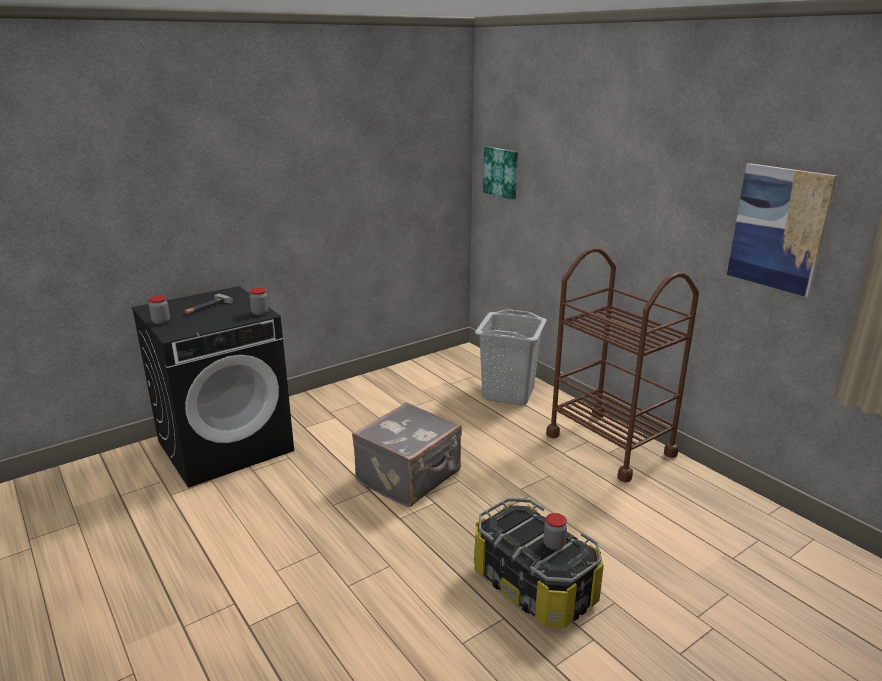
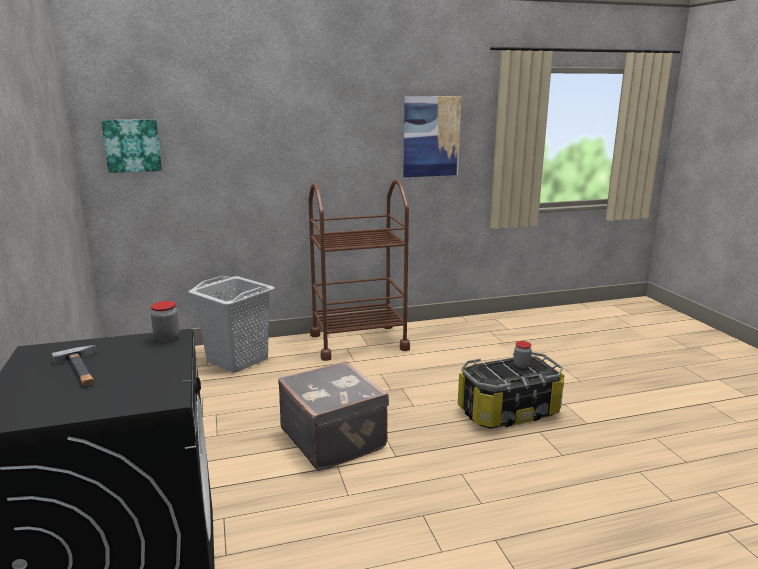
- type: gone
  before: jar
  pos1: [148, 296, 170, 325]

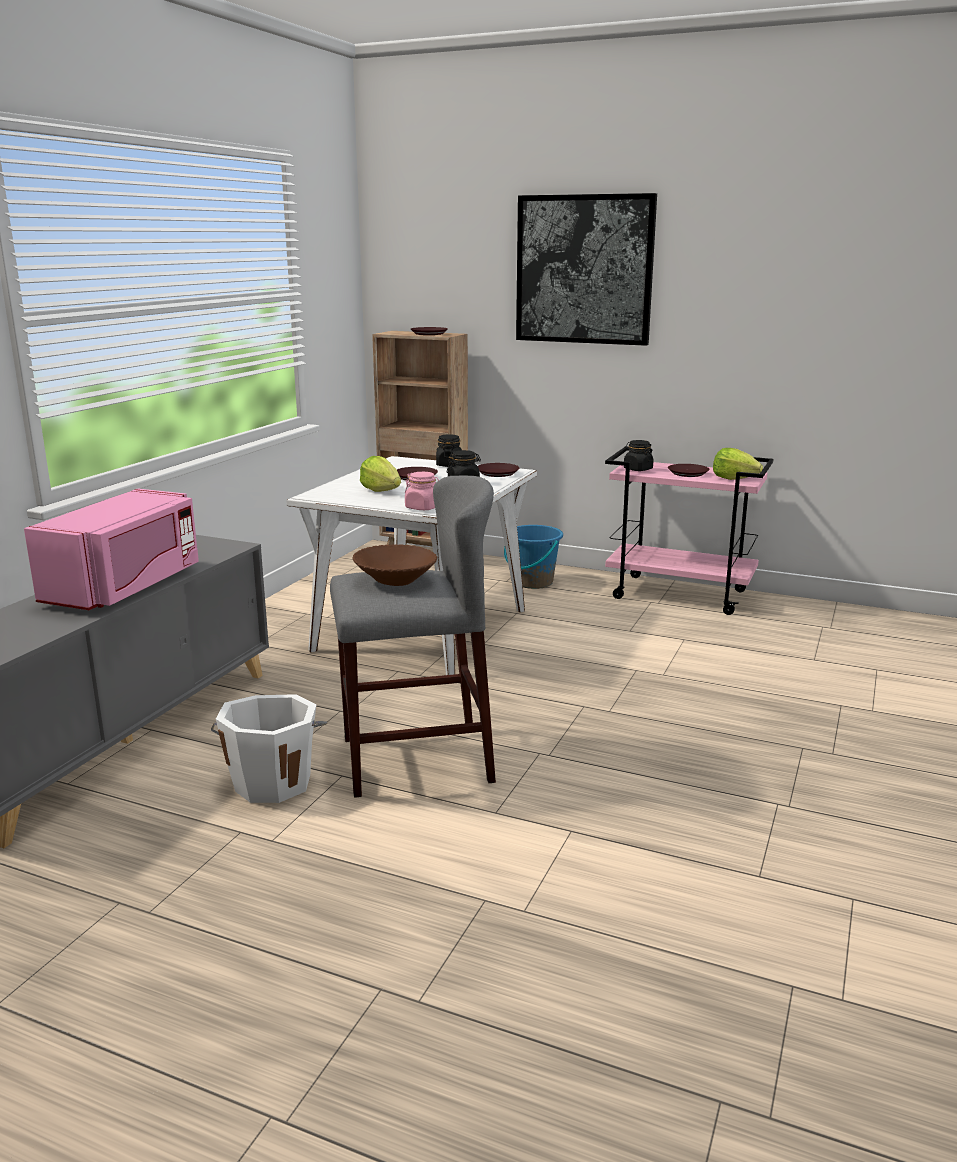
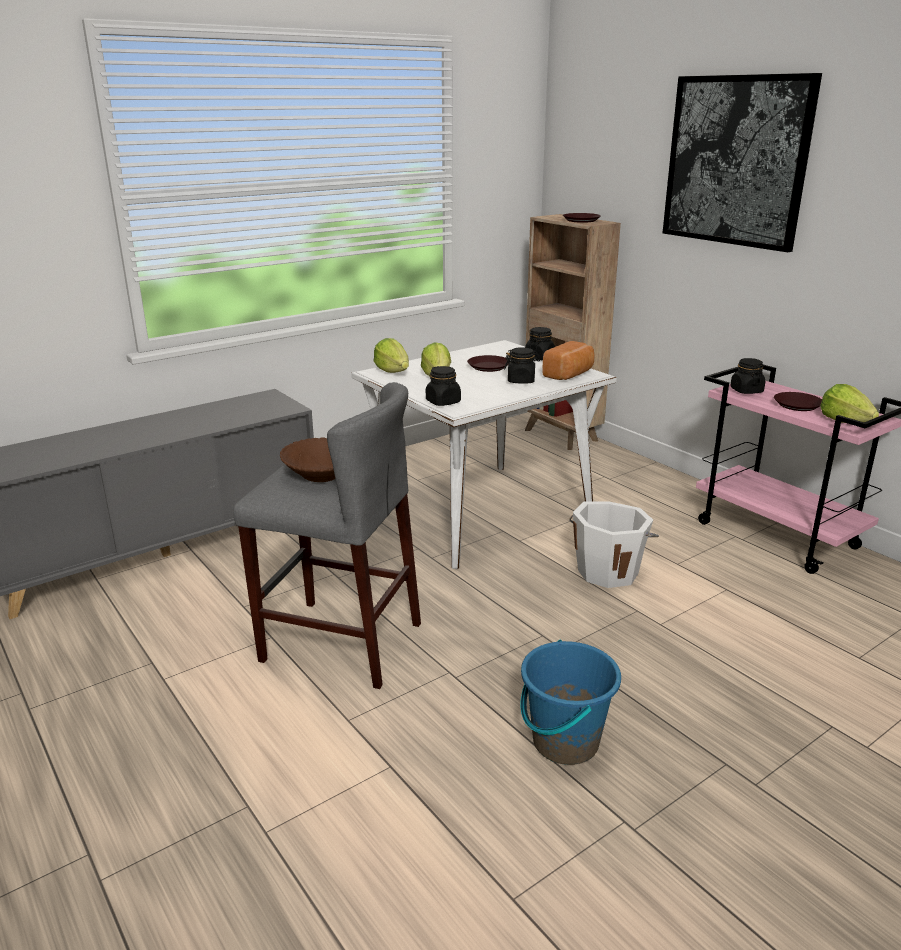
- type: gone
  before: pink microwave
  pos1: [24, 489, 199, 610]
- type: shifted
  before: white bucket
  pos1: [211, 694, 327, 803]
  pos2: [569, 501, 659, 588]
- type: repainted
  before: pink jar
  after: black jar
  pos1: [405, 472, 439, 510]
  pos2: [426, 366, 461, 406]
- type: swapped
  before: brown plate
  after: bread
  pos1: [478, 463, 519, 477]
  pos2: [542, 341, 594, 380]
- type: shifted
  before: blue bucket
  pos1: [504, 525, 563, 589]
  pos2: [521, 639, 621, 765]
- type: new
  after: lettuce
  pos2: [374, 338, 409, 373]

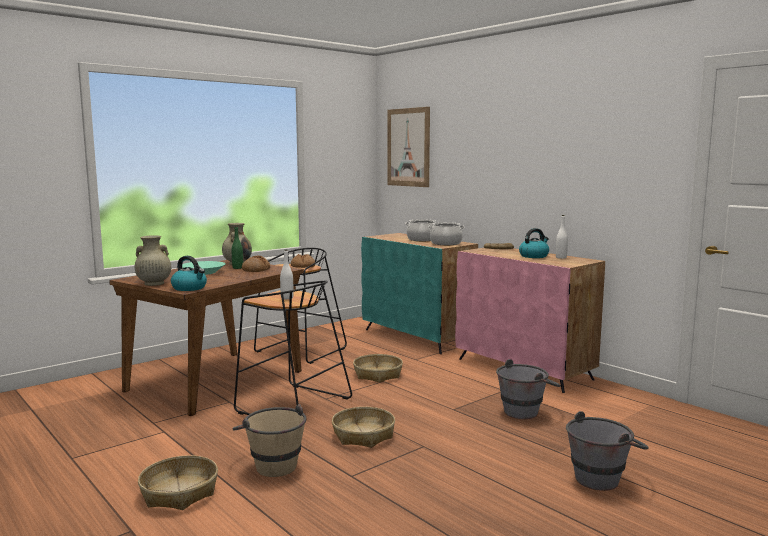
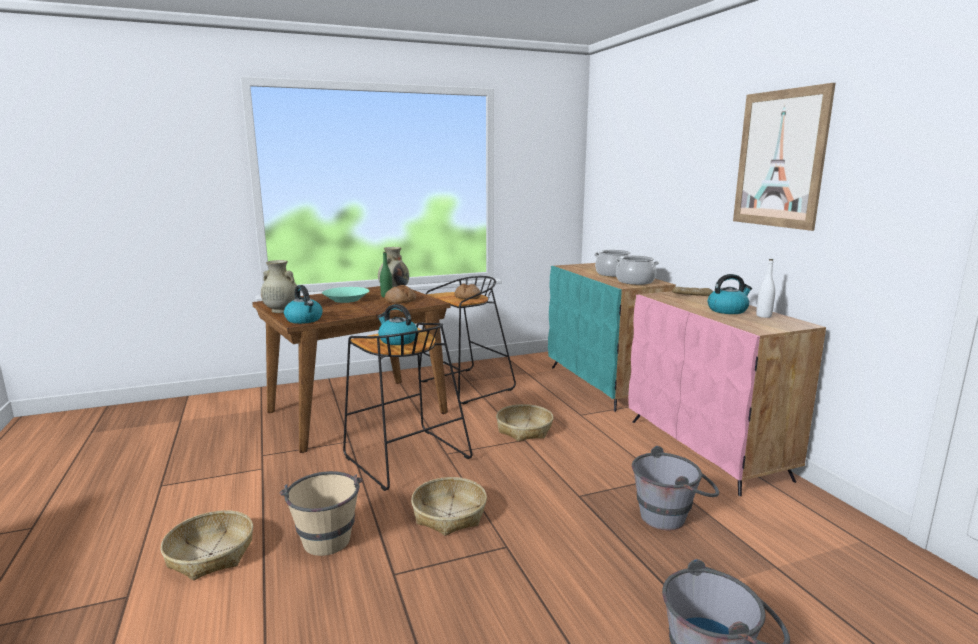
- type: swapped
  before: white bottle
  after: kettle
  pos1: [280, 249, 293, 299]
  pos2: [378, 304, 418, 345]
- type: shifted
  before: picture
  pos1: [388, 107, 430, 187]
  pos2: [733, 83, 836, 231]

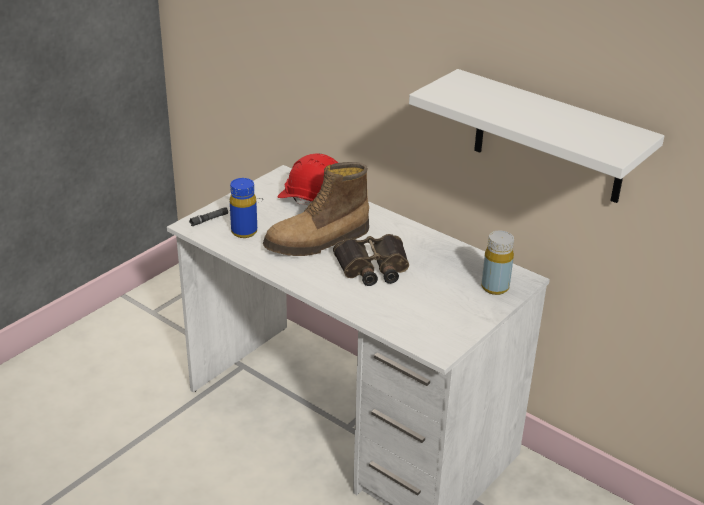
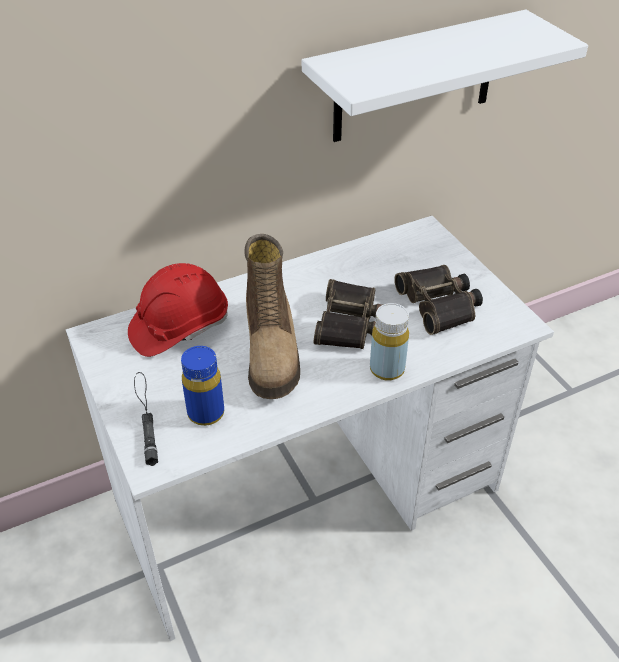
- type: shifted
  before: yellow bottle
  pos1: [481, 231, 514, 295]
  pos2: [370, 303, 409, 381]
- type: new
  after: binoculars
  pos2: [394, 265, 483, 335]

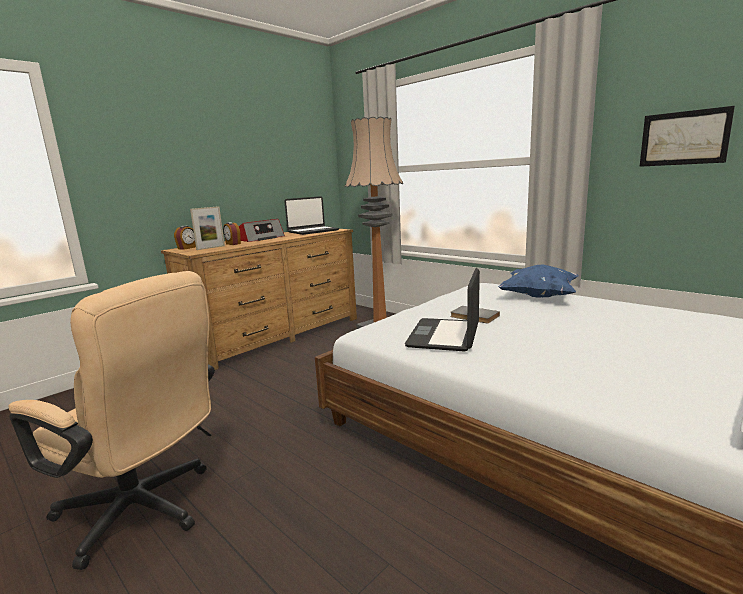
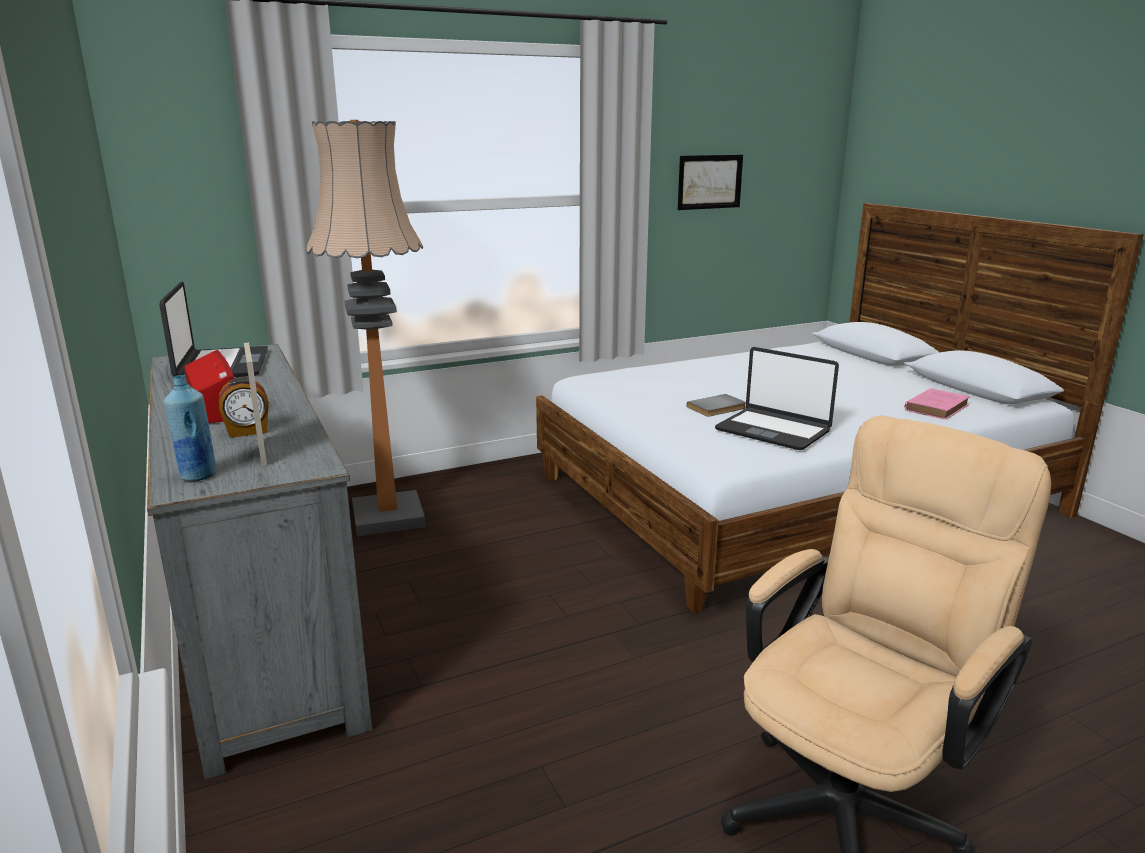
- type: repainted
  before: brown dresser
  after: grey dresser
  pos1: [161, 229, 357, 370]
  pos2: [147, 344, 372, 780]
- type: swapped
  before: alarm clock
  after: blue bottle
  pos1: [174, 226, 196, 250]
  pos2: [164, 375, 217, 481]
- type: gone
  before: blue pillow
  pos1: [498, 264, 579, 298]
- type: new
  after: pink book
  pos2: [905, 388, 970, 420]

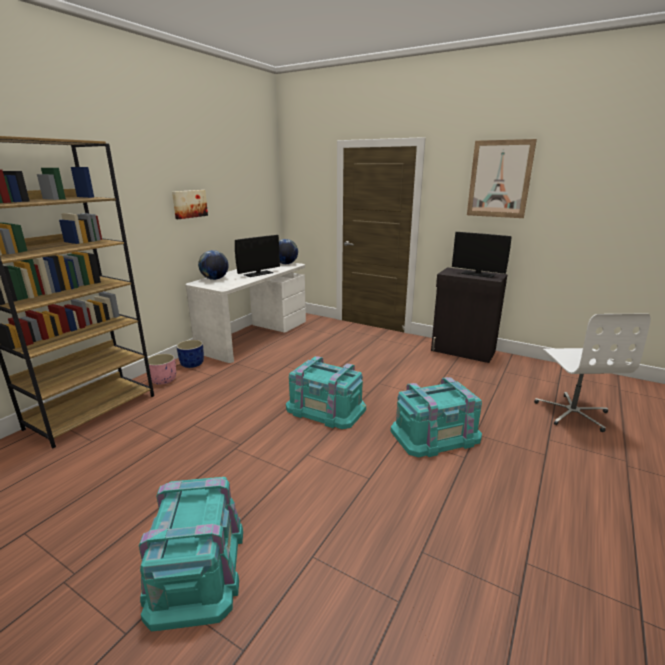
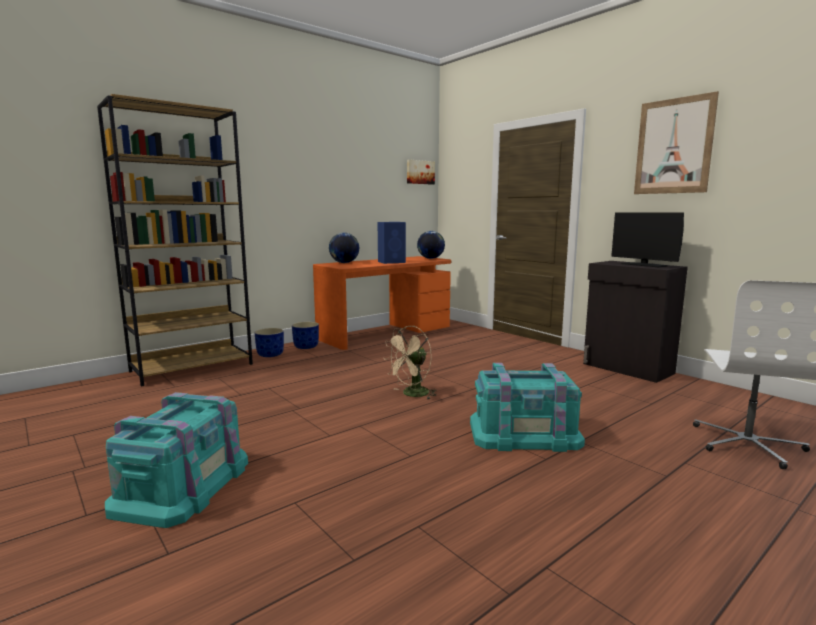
- type: repainted
  before: pink planter
  after: blue planter
  pos1: [148, 354, 176, 385]
  pos2: [254, 328, 284, 357]
- type: shifted
  before: picture
  pos1: [172, 190, 208, 219]
  pos2: [407, 159, 435, 185]
- type: repainted
  before: white desk
  after: orange desk
  pos1: [186, 262, 306, 363]
  pos2: [313, 256, 451, 350]
- type: swapped
  before: monitor
  after: blue speaker
  pos1: [235, 235, 280, 277]
  pos2: [378, 222, 406, 264]
- type: swapped
  before: turquoise storage box
  after: beige fan
  pos1: [286, 356, 366, 429]
  pos2: [383, 326, 437, 399]

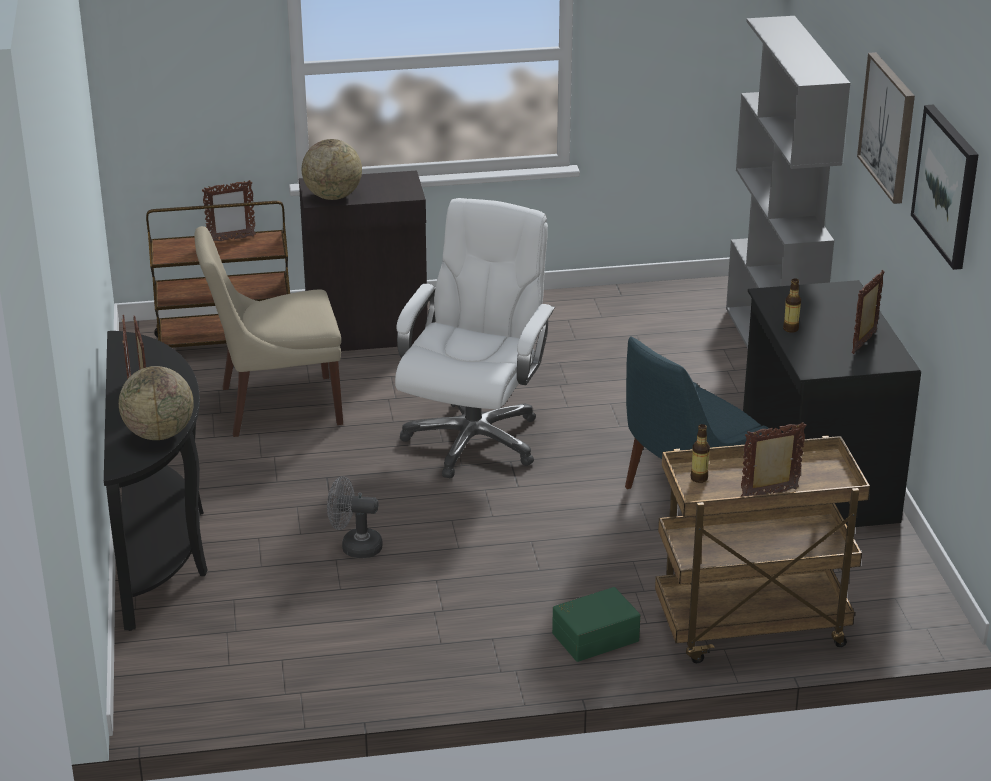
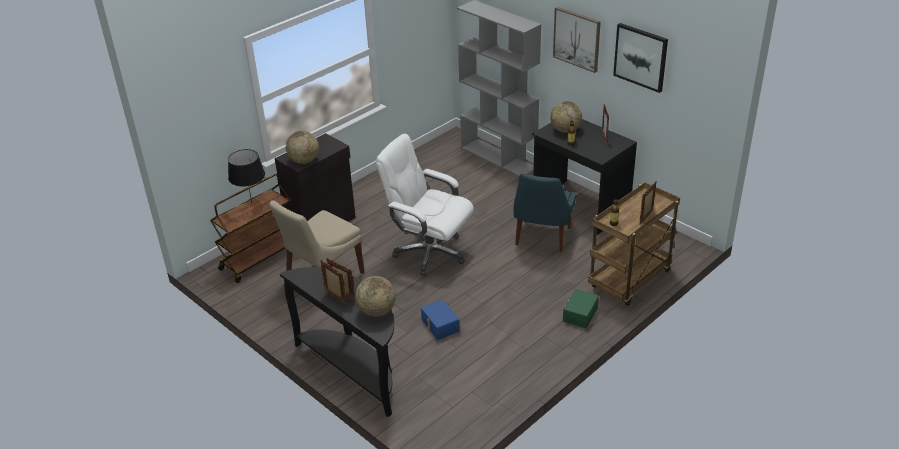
- type: swapped
  before: picture frame
  after: black table lamp
  pos1: [202, 180, 256, 241]
  pos2: [228, 149, 265, 202]
- type: swapped
  before: grey fan
  after: blue storage box
  pos1: [327, 476, 383, 558]
  pos2: [421, 299, 460, 340]
- type: rotated
  before: white office chair
  pos1: [395, 198, 555, 478]
  pos2: [376, 134, 474, 276]
  turn: -45
- type: new
  after: globe
  pos2: [550, 101, 582, 133]

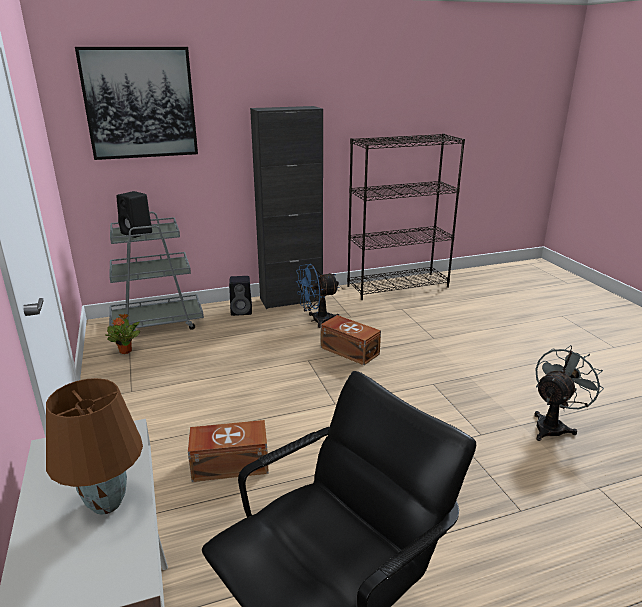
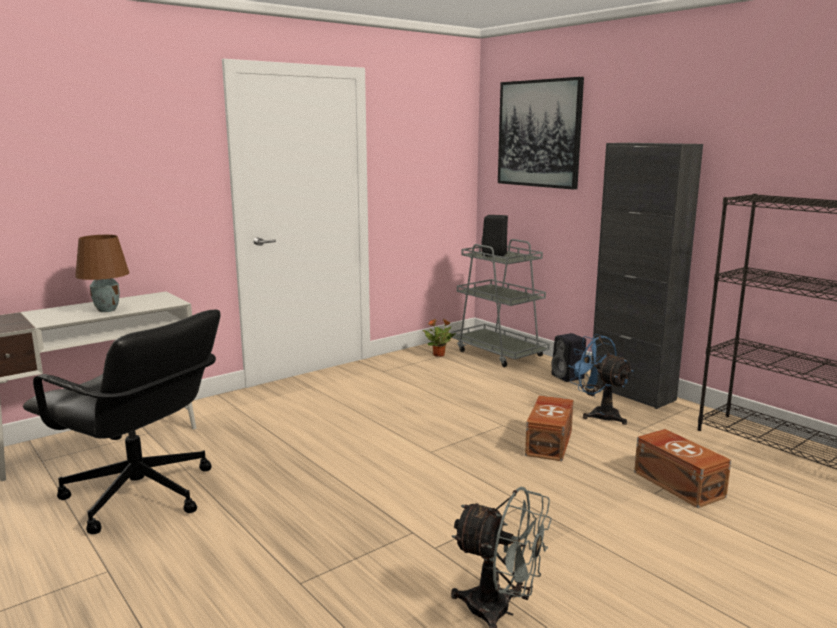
- type: shifted
  before: brown storage box
  pos1: [188, 420, 269, 482]
  pos2: [634, 429, 731, 508]

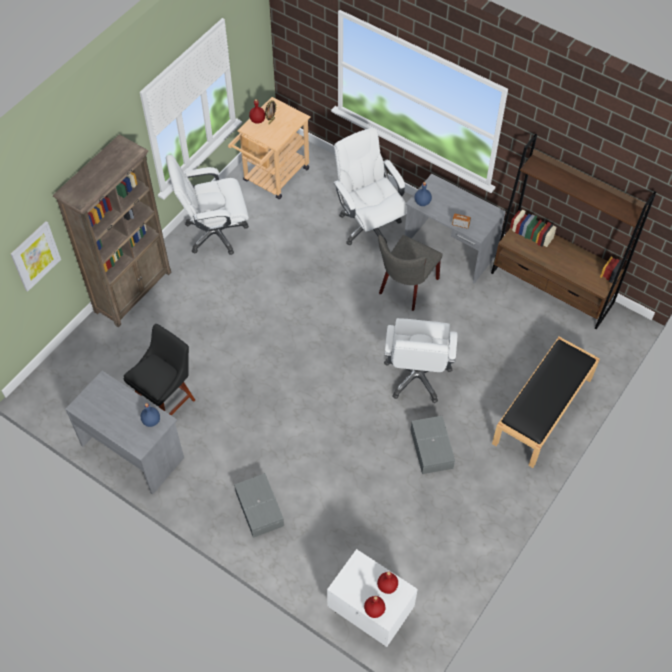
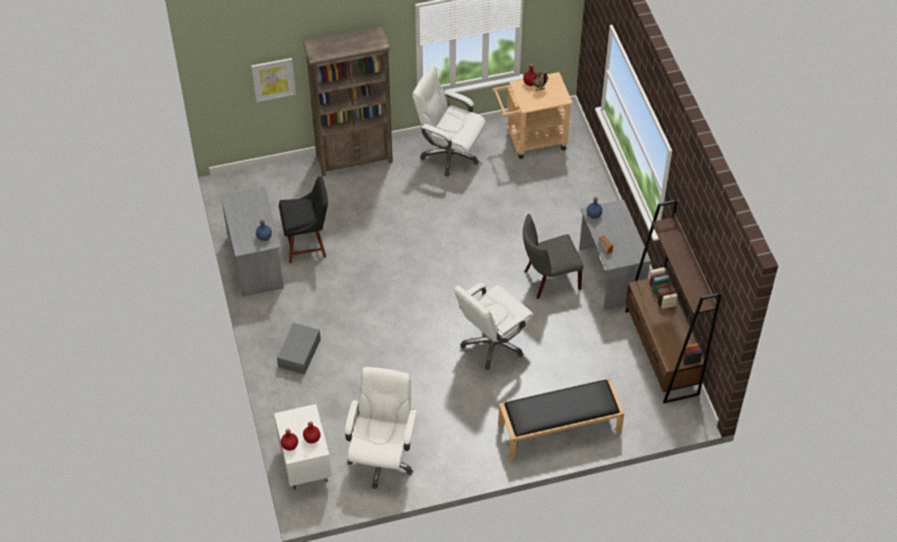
- type: shifted
  before: white office chair
  pos1: [333, 127, 407, 245]
  pos2: [345, 367, 417, 489]
- type: gone
  before: grey storage box
  pos1: [411, 416, 455, 474]

